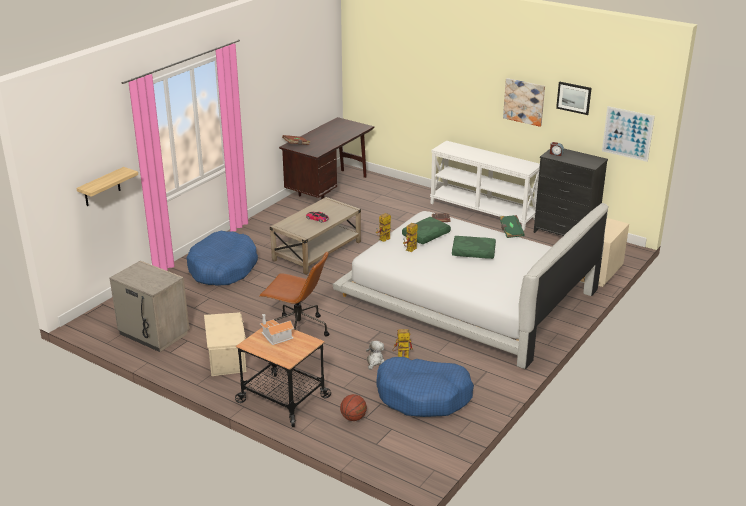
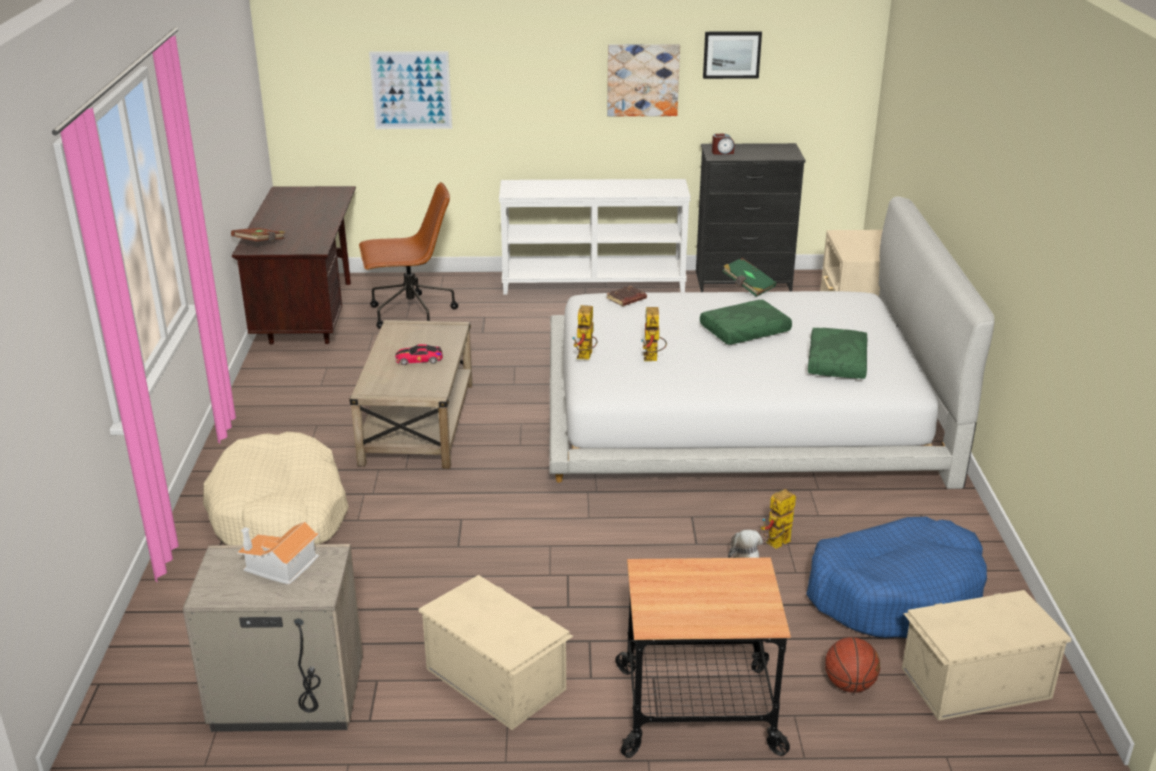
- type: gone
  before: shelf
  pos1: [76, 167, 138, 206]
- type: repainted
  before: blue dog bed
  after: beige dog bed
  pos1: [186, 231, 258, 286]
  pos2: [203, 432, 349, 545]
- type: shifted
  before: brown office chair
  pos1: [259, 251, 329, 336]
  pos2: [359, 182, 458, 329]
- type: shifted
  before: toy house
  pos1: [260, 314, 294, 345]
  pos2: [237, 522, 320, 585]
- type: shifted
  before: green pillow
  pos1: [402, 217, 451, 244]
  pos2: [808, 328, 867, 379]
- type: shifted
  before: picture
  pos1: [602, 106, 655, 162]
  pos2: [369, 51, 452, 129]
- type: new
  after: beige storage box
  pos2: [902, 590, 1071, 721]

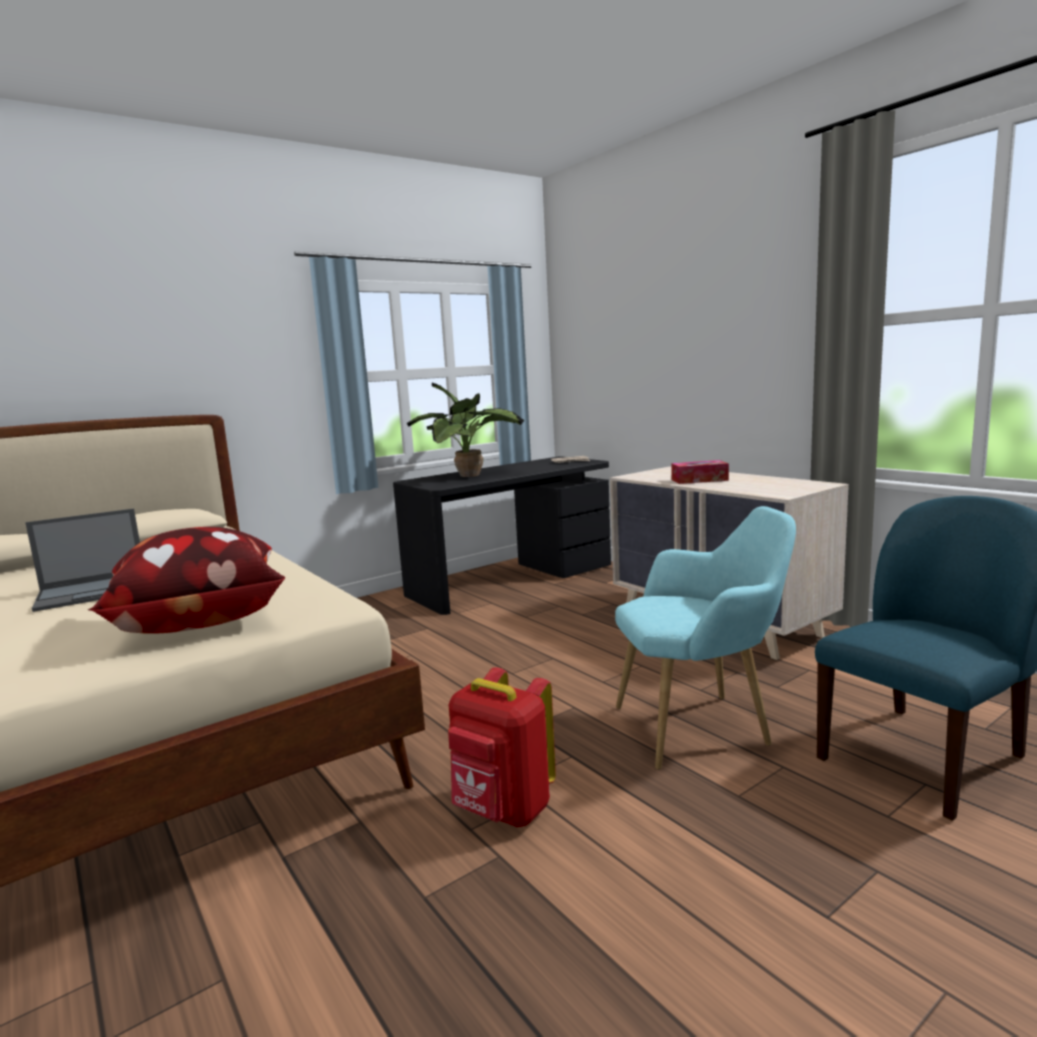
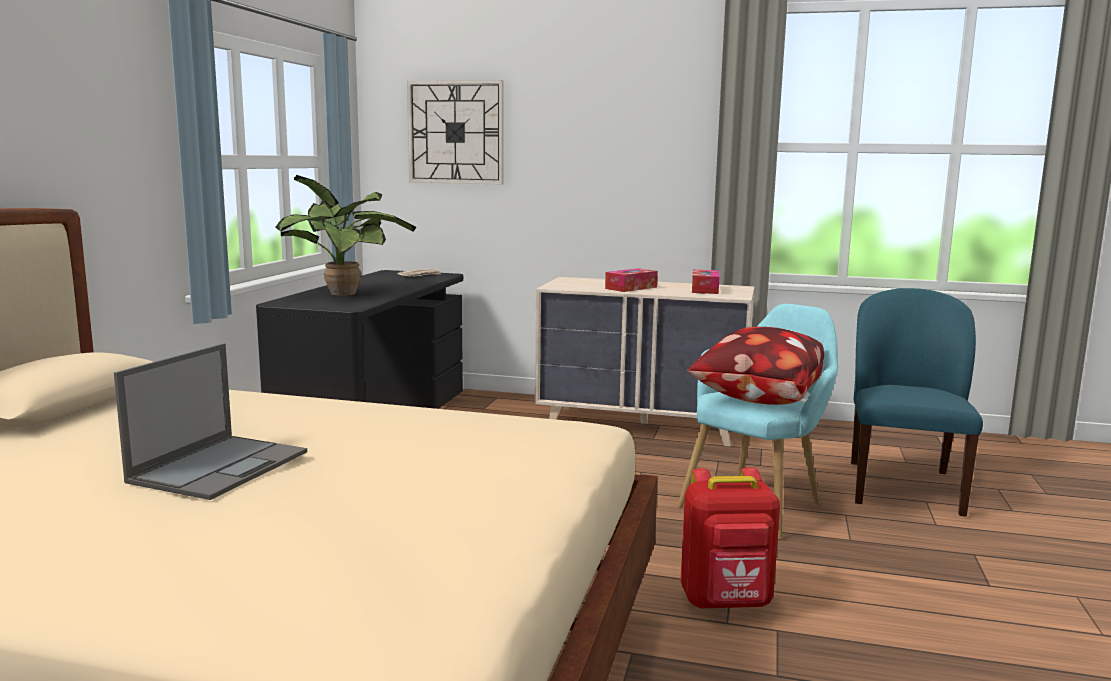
- type: shifted
  before: pillow
  pos1: [88, 527, 285, 633]
  pos2: [688, 327, 824, 405]
- type: new
  after: wall clock
  pos2: [407, 80, 504, 184]
- type: new
  after: tissue box
  pos2: [692, 270, 719, 294]

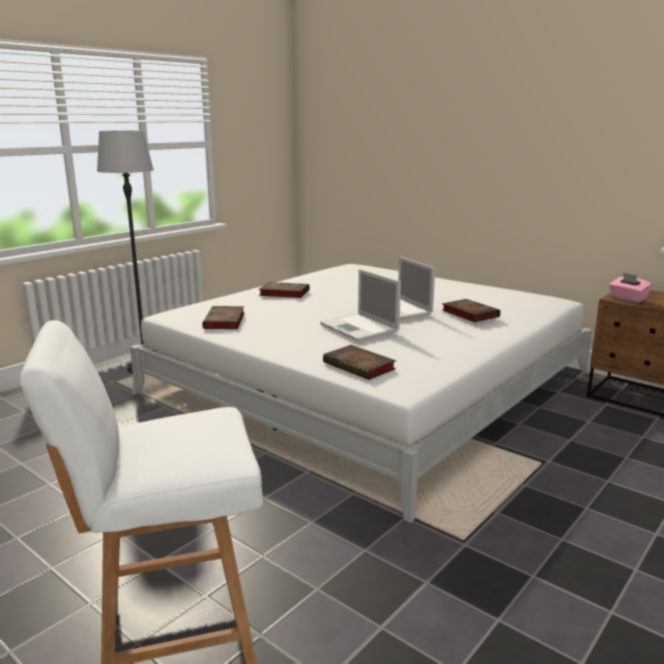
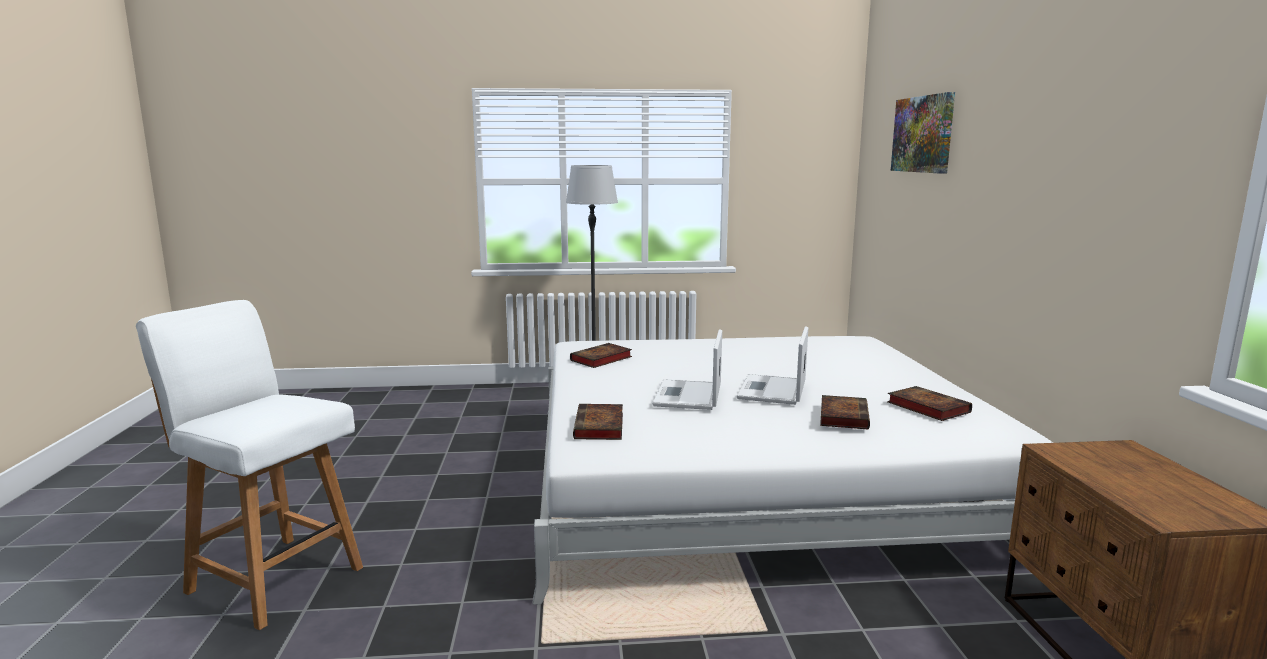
- type: shifted
  before: book
  pos1: [258, 282, 309, 298]
  pos2: [887, 386, 972, 421]
- type: gone
  before: pink tissue box
  pos1: [609, 272, 652, 303]
- type: new
  after: picture
  pos2: [891, 92, 955, 174]

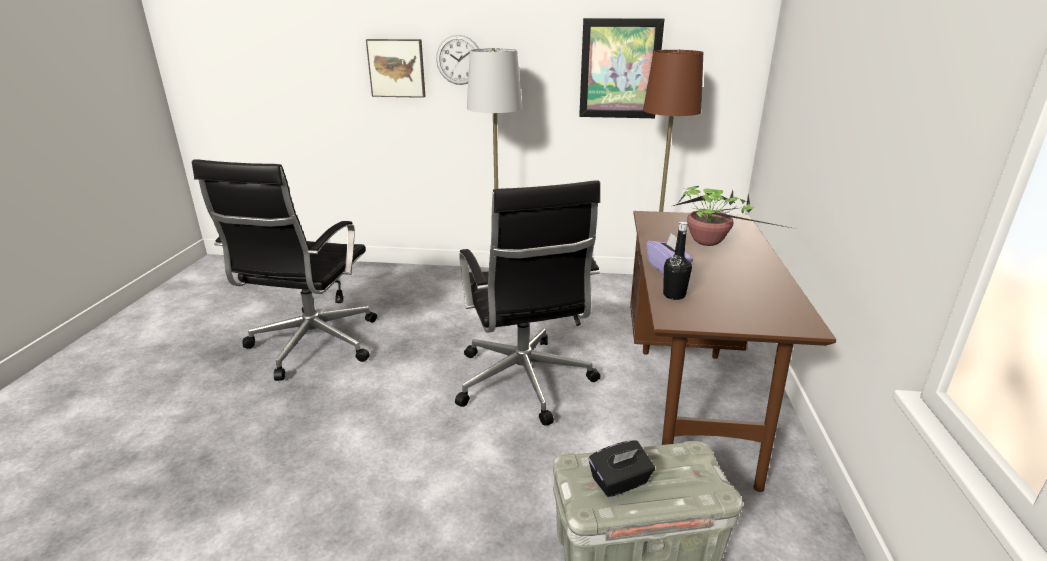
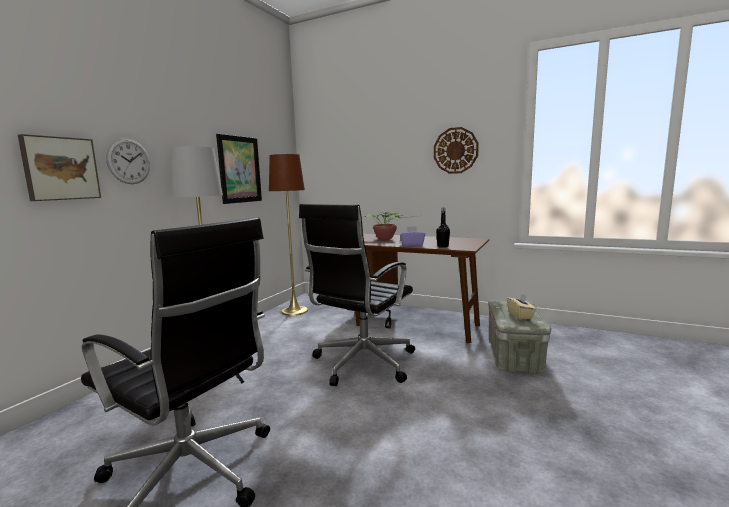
- type: rotated
  before: black office chair
  pos1: [455, 180, 601, 426]
  pos2: [299, 204, 415, 386]
  turn: 120
- type: repainted
  before: black tissue box
  after: beige tissue box
  pos1: [589, 441, 655, 497]
  pos2: [507, 293, 536, 320]
- type: new
  after: wall clock
  pos2: [434, 127, 479, 174]

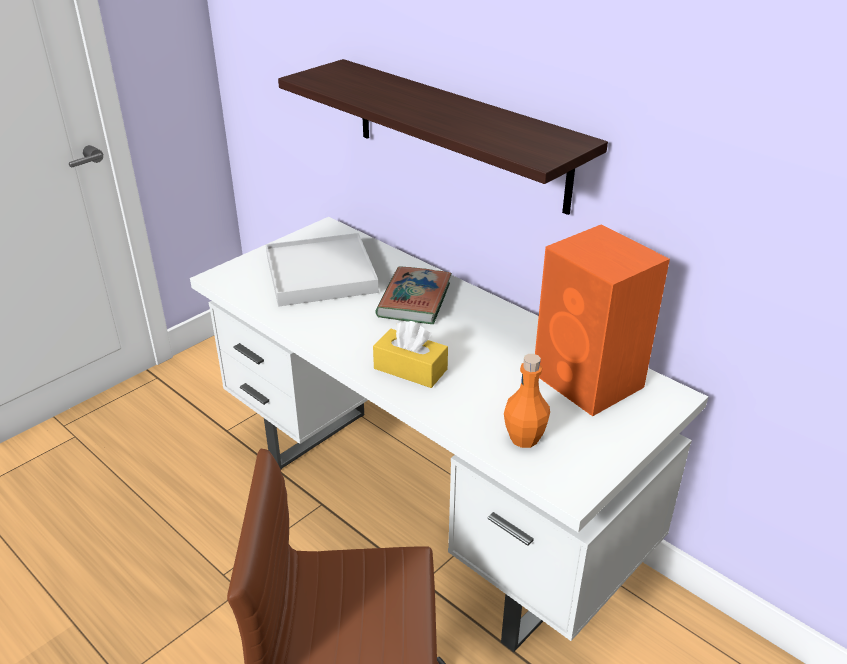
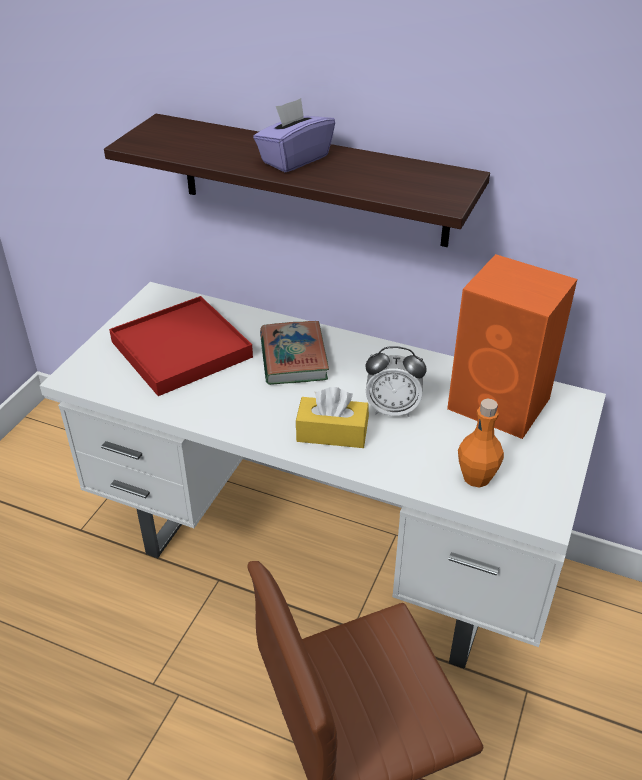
- type: repainted
  before: white tray
  after: red tray
  pos1: [266, 233, 379, 307]
  pos2: [109, 296, 253, 396]
- type: new
  after: purple tissue box
  pos2: [253, 98, 335, 172]
- type: new
  after: alarm clock
  pos2: [365, 346, 427, 417]

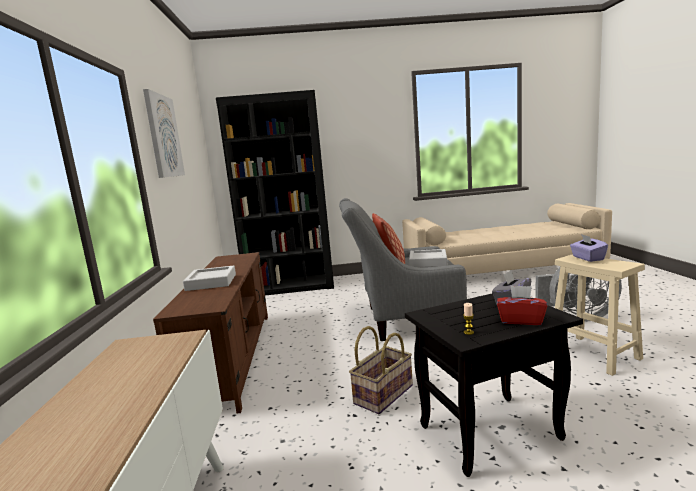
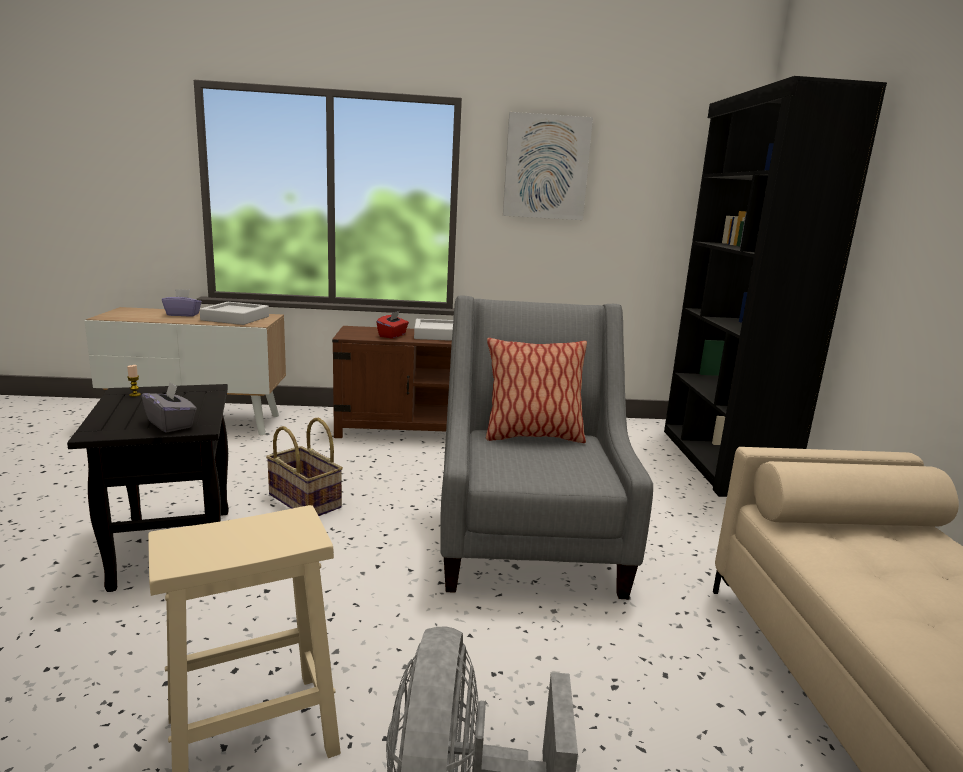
- type: shifted
  before: grey tray
  pos1: [409, 249, 447, 267]
  pos2: [199, 302, 269, 325]
- type: shifted
  before: red tissue box
  pos1: [497, 286, 548, 325]
  pos2: [376, 311, 409, 339]
- type: shifted
  before: purple tissue box
  pos1: [570, 235, 608, 262]
  pos2: [162, 289, 202, 317]

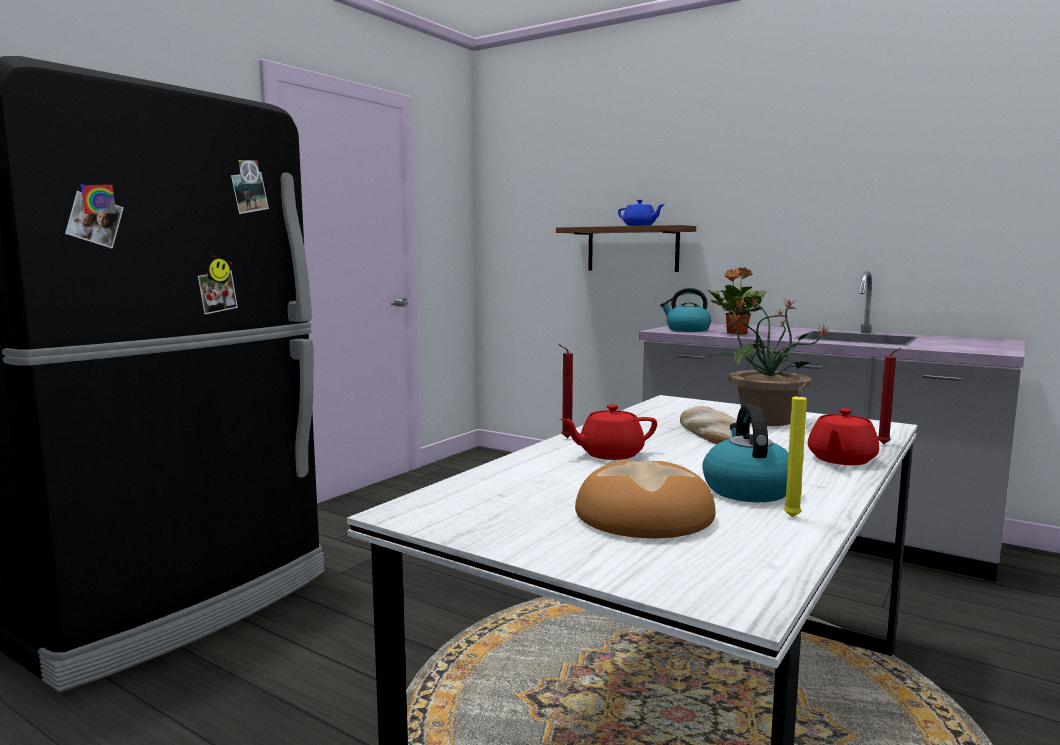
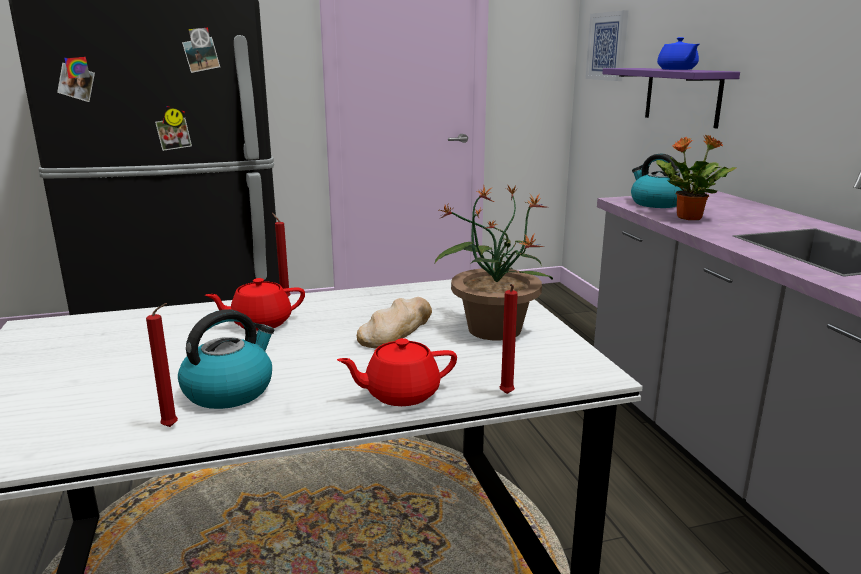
- type: repainted
  before: brown shelf
  after: purple shelf
  pos1: [556, 225, 696, 272]
  pos2: [602, 68, 740, 128]
- type: rotated
  before: red teapot
  pos1: [560, 404, 657, 460]
  pos2: [205, 278, 305, 331]
  turn: -45
- type: gone
  before: bread
  pos1: [575, 460, 715, 539]
- type: repainted
  before: yellow candle
  after: red candle
  pos1: [784, 382, 807, 517]
  pos2: [146, 303, 178, 427]
- type: new
  after: picture
  pos2: [586, 10, 628, 81]

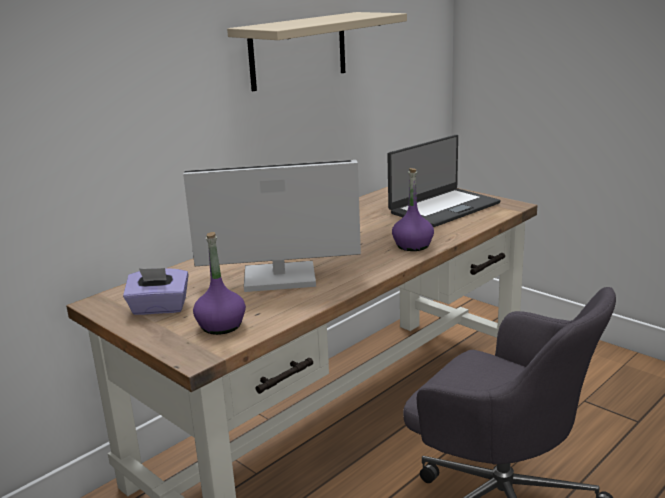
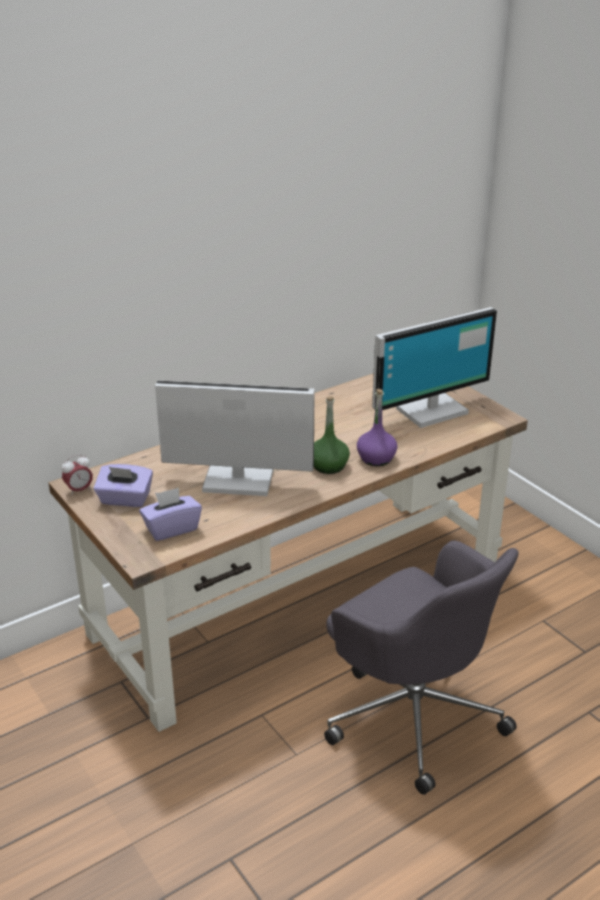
- type: swapped
  before: purple bottle
  after: purple tissue box
  pos1: [193, 232, 246, 335]
  pos2: [139, 488, 202, 541]
- type: gone
  before: beige shelf
  pos1: [227, 12, 407, 91]
- type: swapped
  before: laptop
  after: monitor
  pos1: [387, 135, 500, 227]
  pos2: [372, 307, 497, 428]
- type: new
  after: alarm clock
  pos2: [62, 454, 93, 496]
- type: new
  after: green bottle
  pos2: [314, 396, 350, 474]

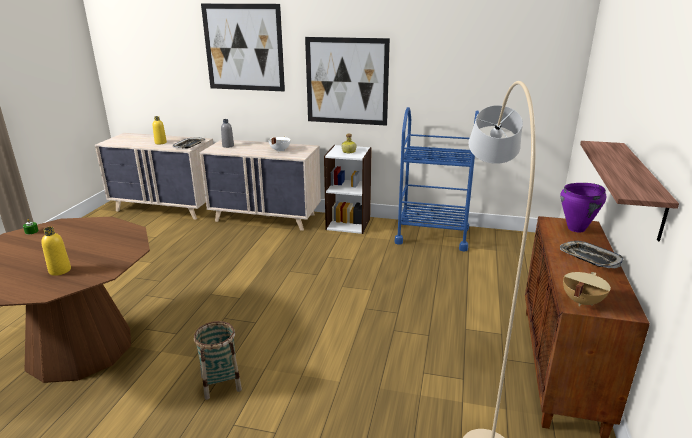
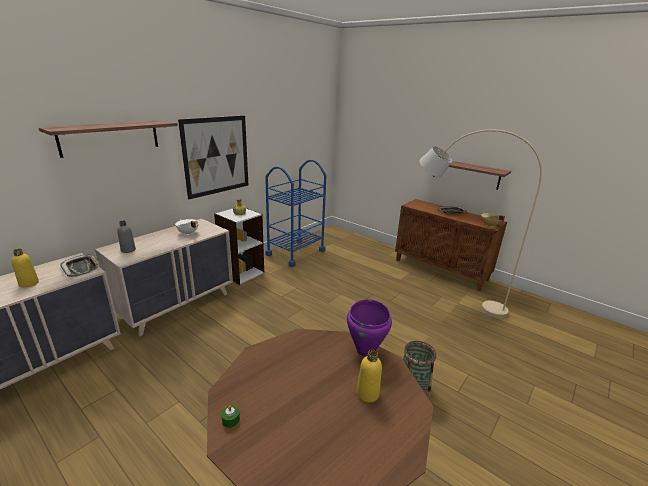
- type: swapped
  before: picture
  after: shelf
  pos1: [201, 4, 285, 92]
  pos2: [39, 120, 178, 158]
- type: shifted
  before: purple cooking pot
  pos1: [560, 183, 606, 232]
  pos2: [347, 299, 392, 357]

